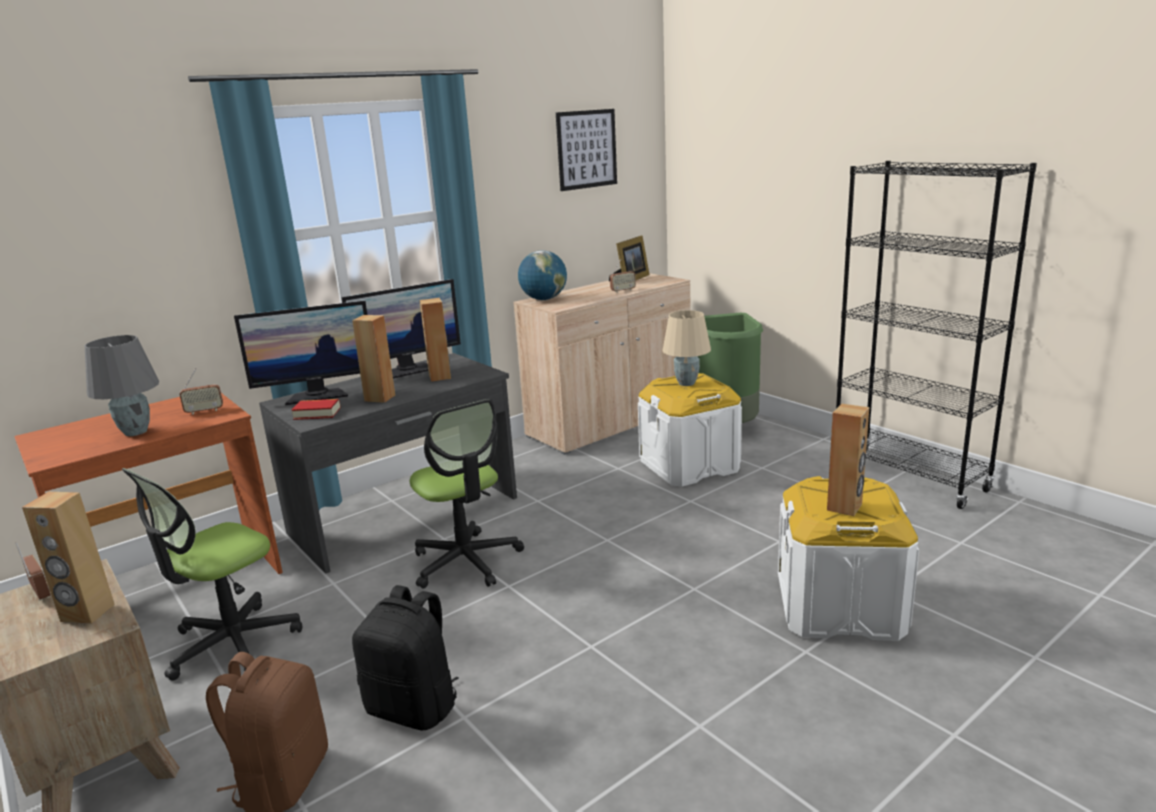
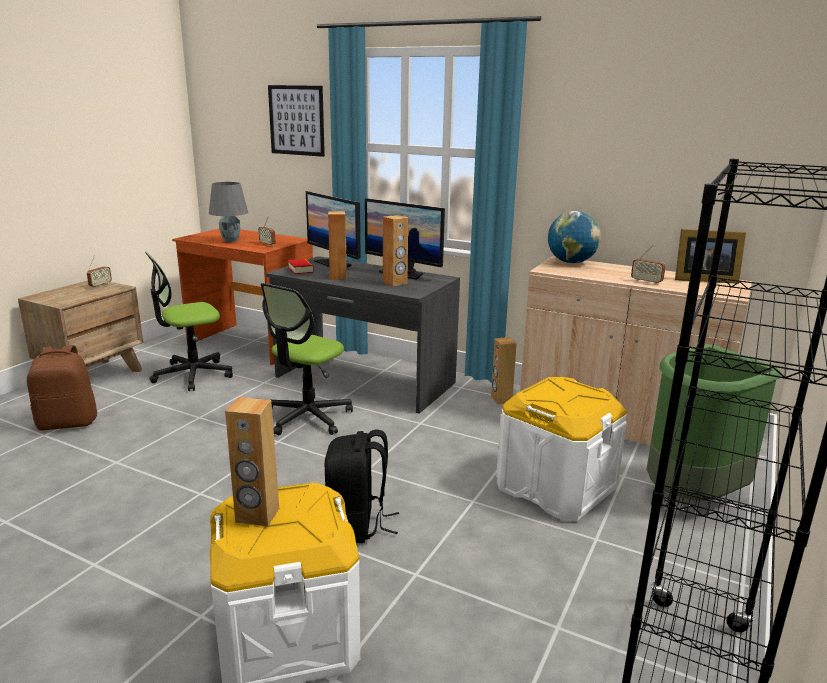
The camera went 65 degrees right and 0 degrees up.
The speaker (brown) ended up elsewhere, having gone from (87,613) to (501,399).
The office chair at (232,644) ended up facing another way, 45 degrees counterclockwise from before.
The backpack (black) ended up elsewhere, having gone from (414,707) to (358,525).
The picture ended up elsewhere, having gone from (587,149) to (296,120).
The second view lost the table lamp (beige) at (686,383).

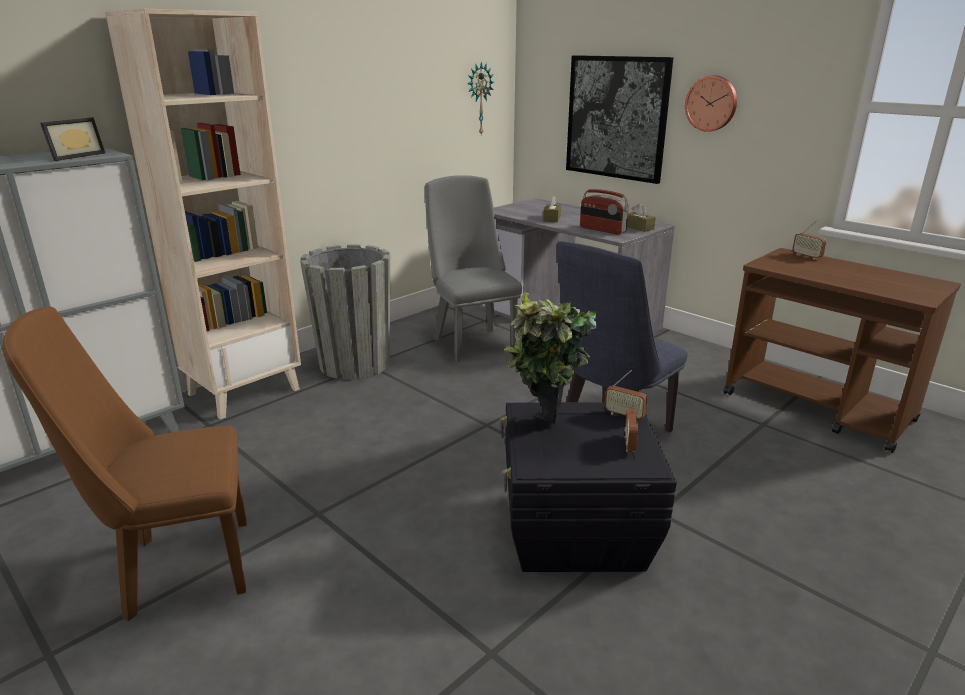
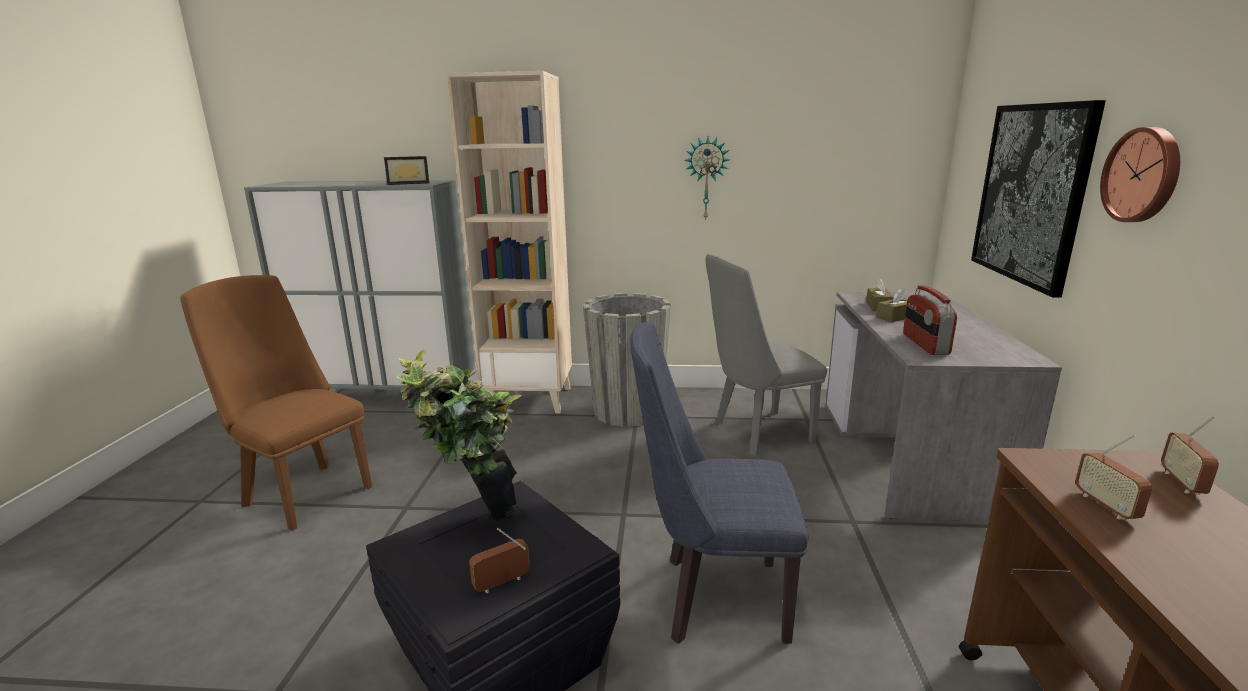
The camera went 50 degrees right and 5 degrees down.
The chair (grey) at (472,341) ended up facing another way, 135 degrees counterclockwise from before.
The wall clock ended up elsewhere, having gone from (479,99) to (706,178).
The radio ended up elsewhere, having gone from (624,415) to (1106,506).
The tissue box (brown) ended up elsewhere, having gone from (638,227) to (878,306).

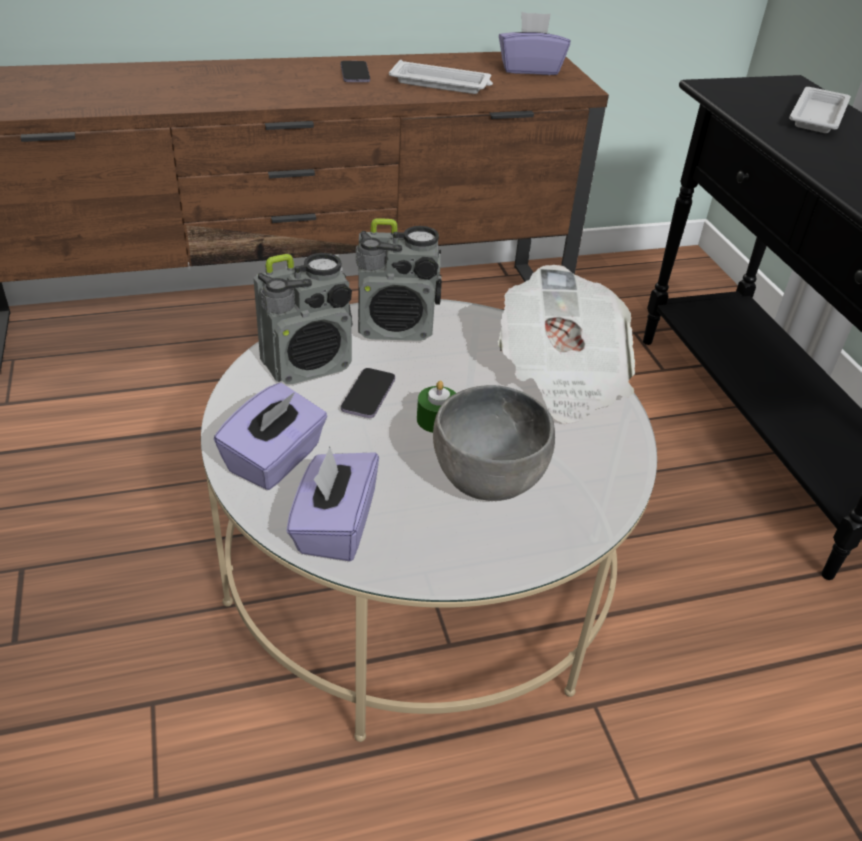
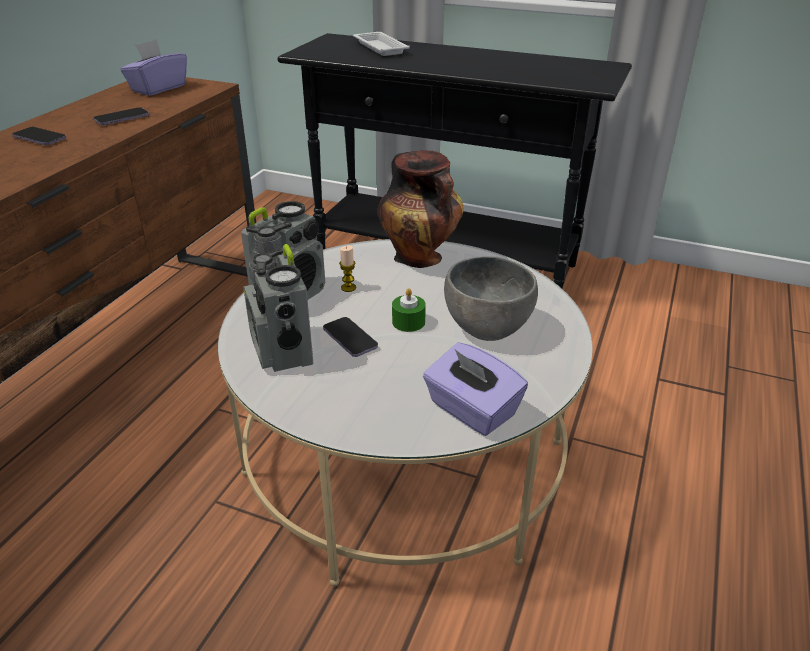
The camera went 50 degrees left and 5 degrees down.
The second view lost the tissue box (purple) at (275,460).
The radio at (308,364) ended up facing another way, 150 degrees clockwise from before.
Where the tray (white) stood at (442,84), the phone came to stand at (122,118).
Where the newspaper stood at (562,376), the vase came to stand at (420,259).
The second view gained the candle at (348,288).

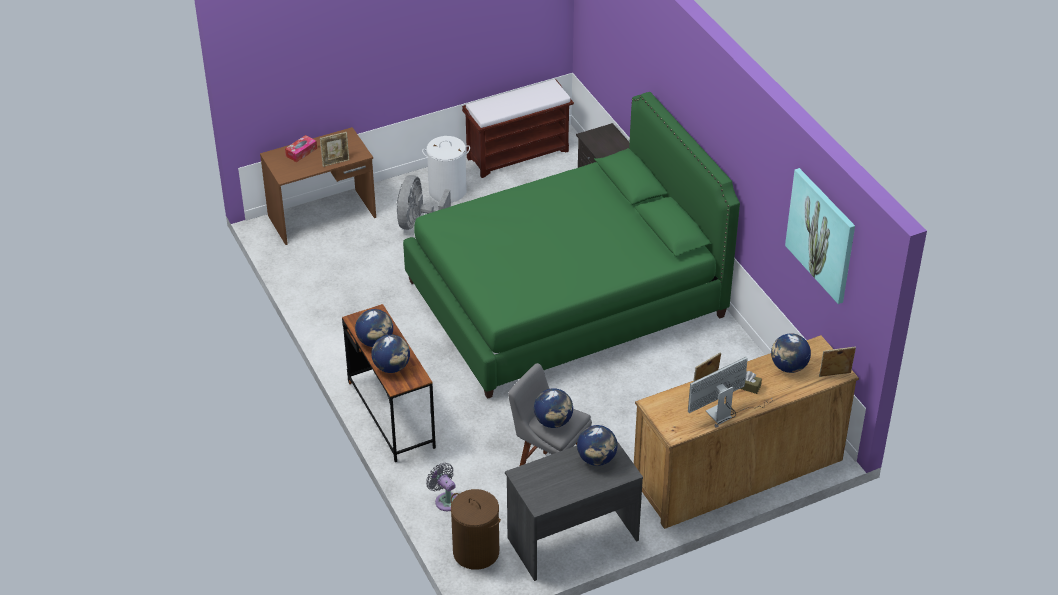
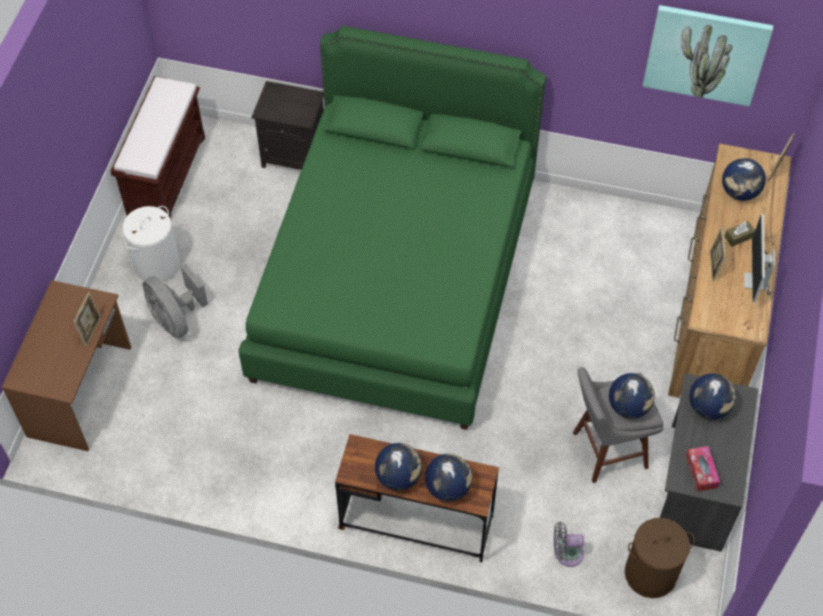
The camera went 50 degrees left and 15 degrees up.
The tissue box ended up elsewhere, having gone from (301,152) to (701,471).

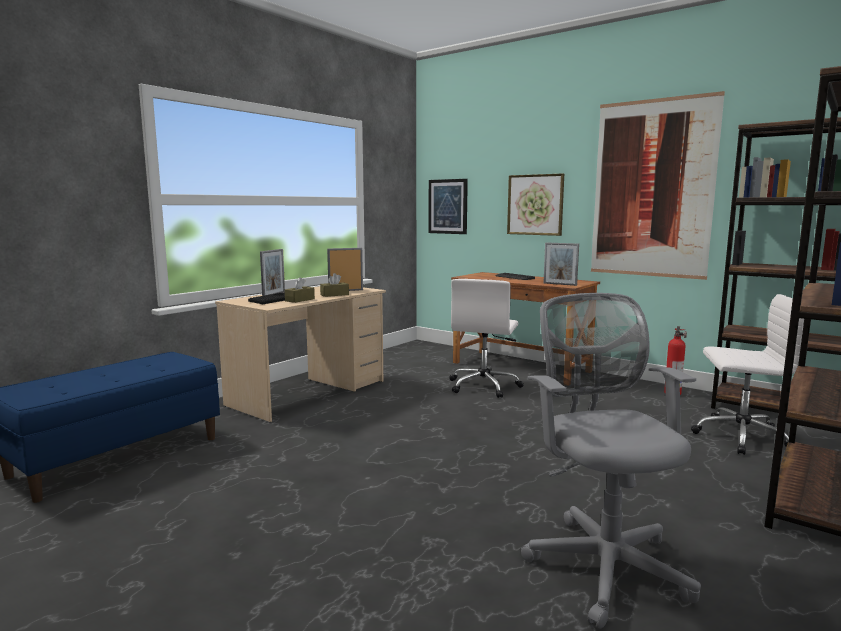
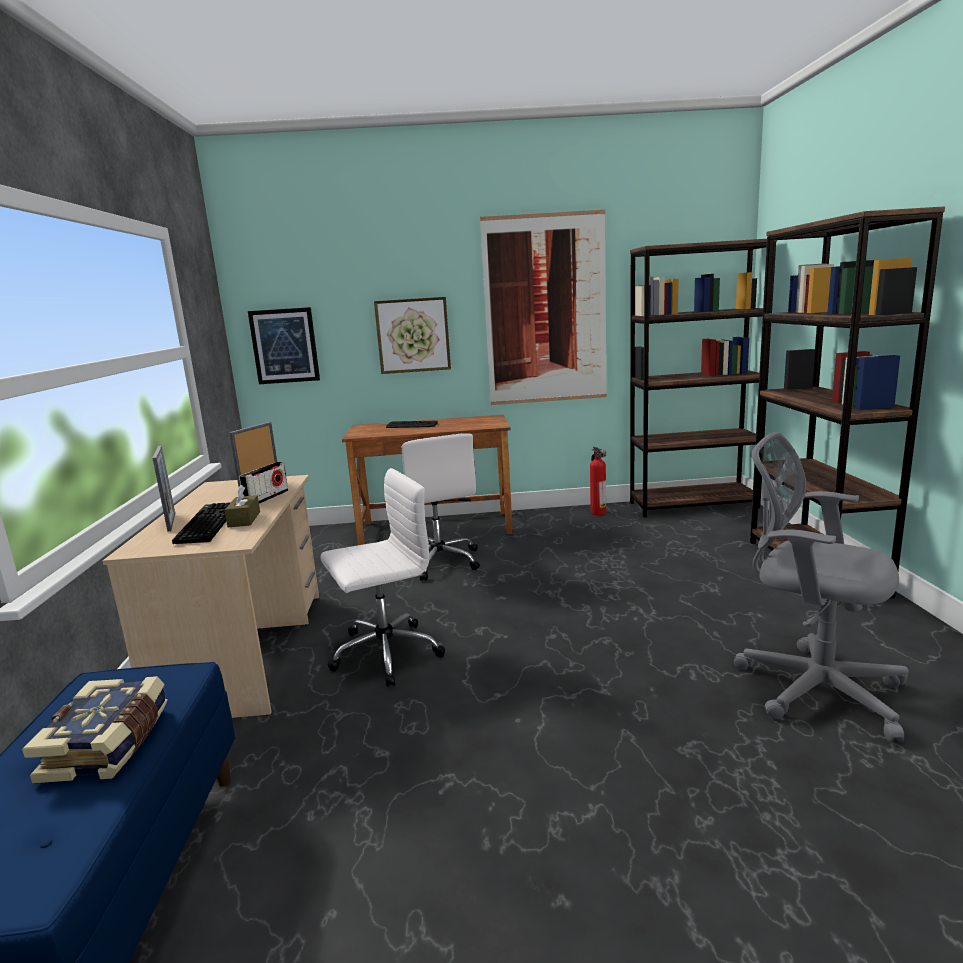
The camera went 40 degrees left and 5 degrees up.
Where the tissue box (brown) stood at (334,295), the radio came to stand at (266,498).
The second view lost the picture frame at (560,284).
The office chair (white) ended up elsewhere, having gone from (739,436) to (384,653).
The second view gained the book at (109,744).

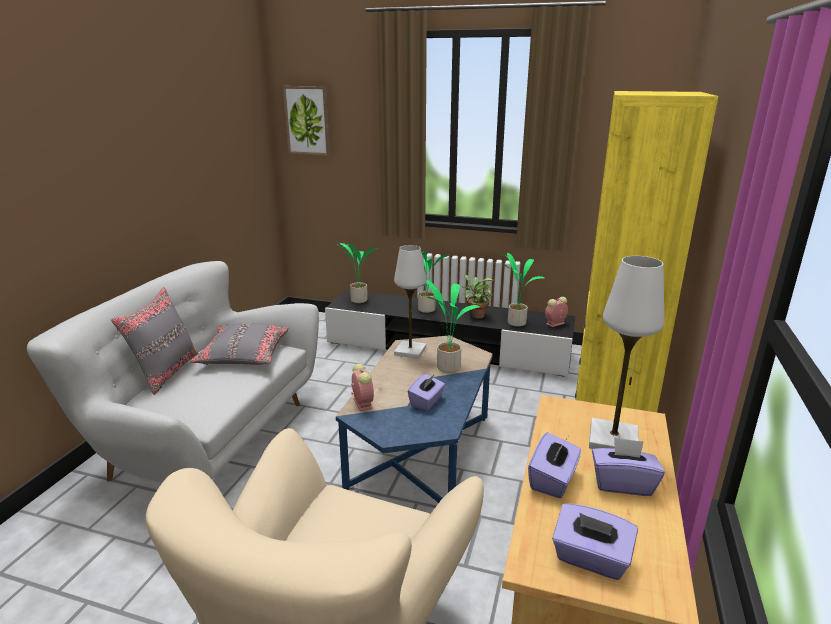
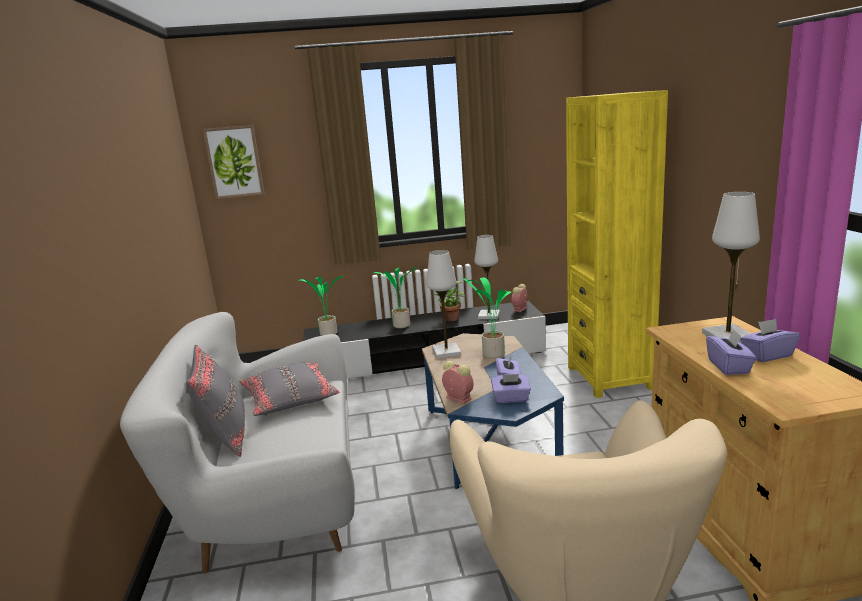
The camera went 25 degrees left and 5 degrees down.
Where the potted plant stood at (516,322), the table lamp (white) came to stand at (489,316).
The tissue box (purple) ended up elsewhere, having gone from (590,559) to (511,398).

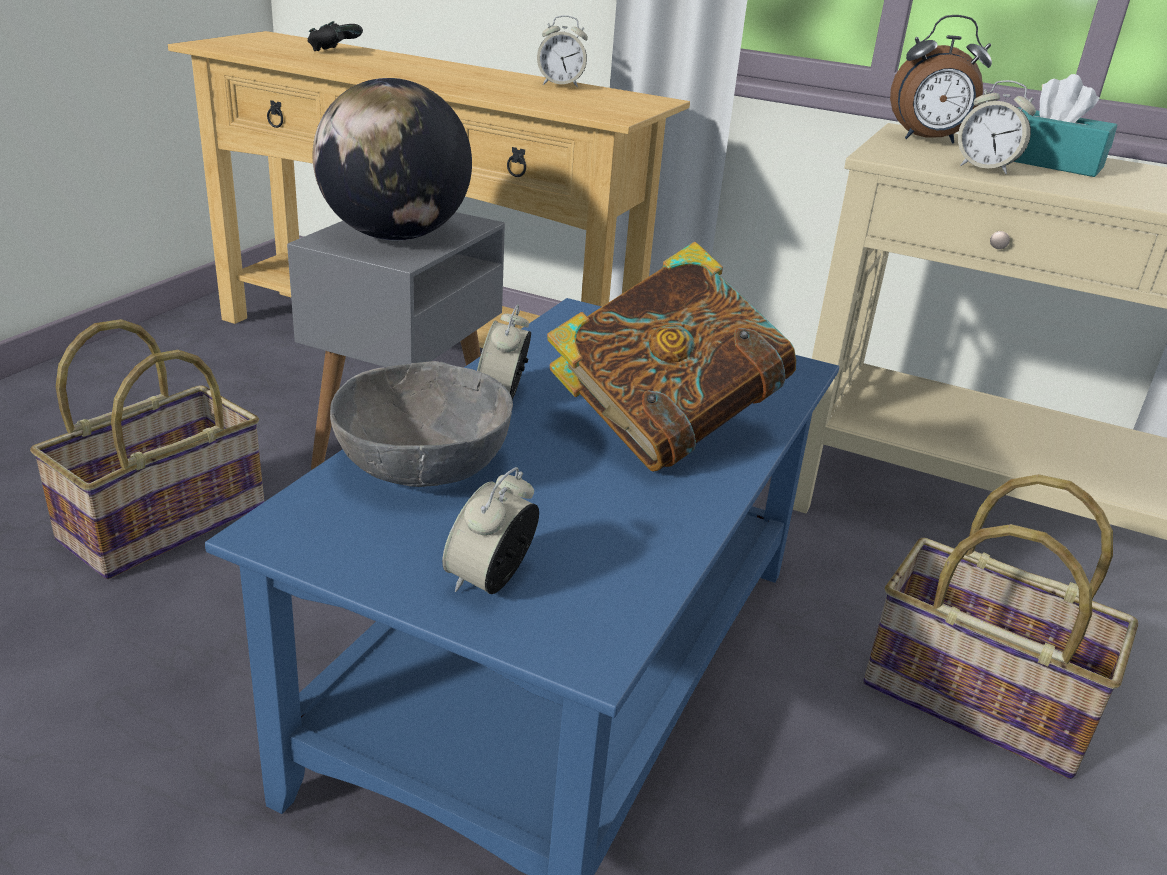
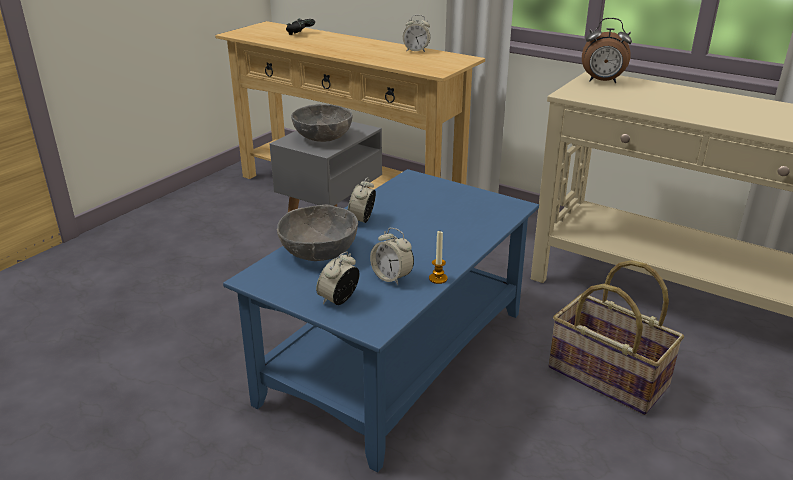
The camera went 10 degrees right and 0 degrees up.
The second view lost the basket at (163,521).
Where the globe stood at (394,236), the bowl (grey) came to stand at (323,138).
The second view lost the book at (664,429).
The alarm clock ended up elsewhere, having gone from (985,168) to (392,277).
The second view lost the tissue box (turquoise) at (1047,162).
The second view gained the candle at (438,278).

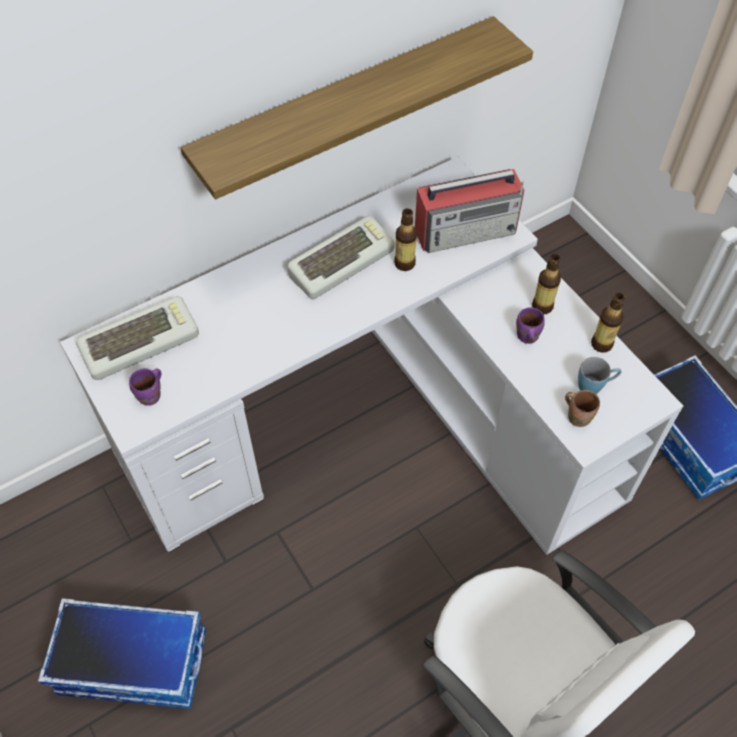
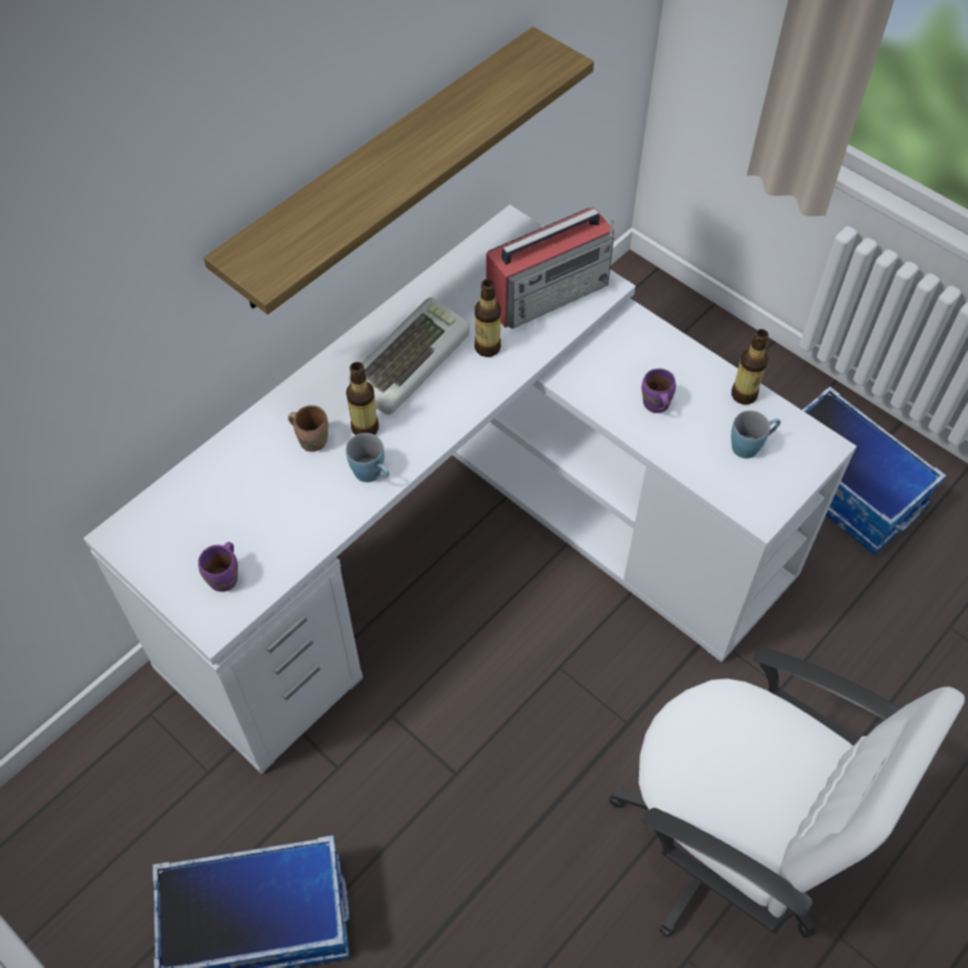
The camera went 15 degrees left and 0 degrees up.
The second view lost the keyboard at (140,341).
The bottle ended up elsewhere, having gone from (542,306) to (365,428).
The mug (brown) ended up elsewhere, having gone from (578,416) to (312,439).
The second view gained the mug (blue) at (373,475).

